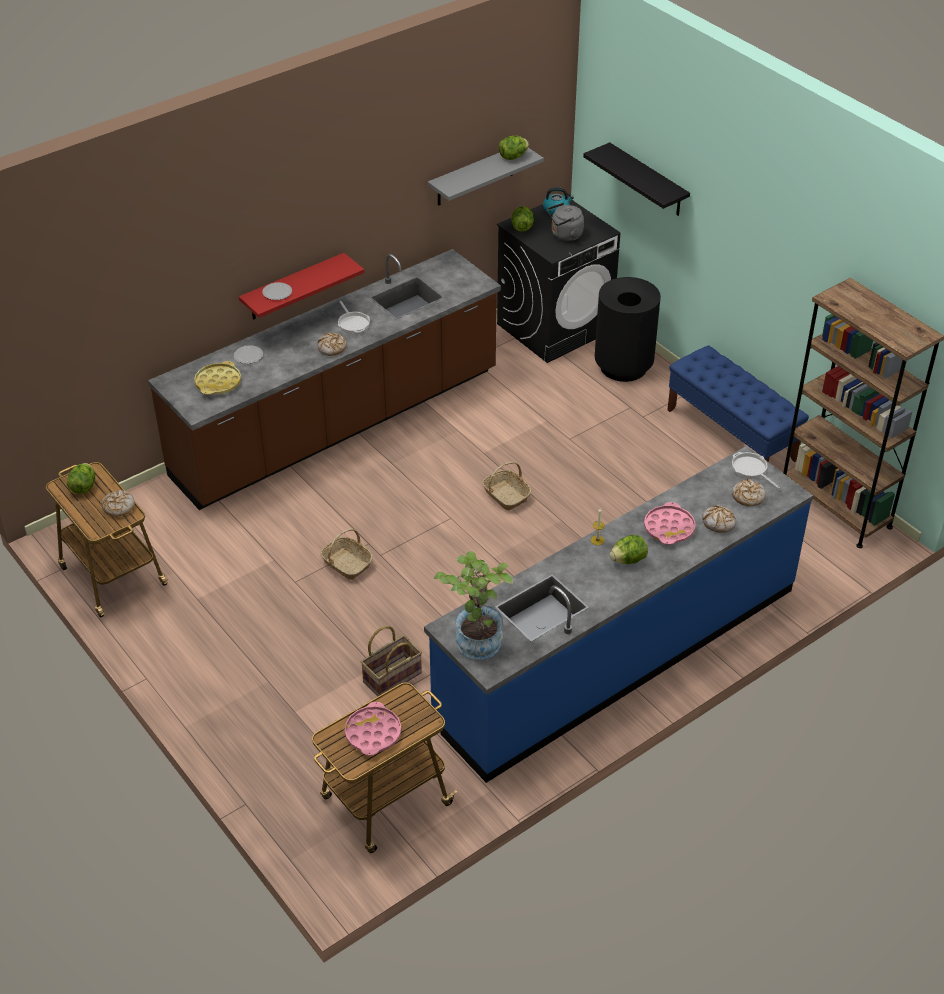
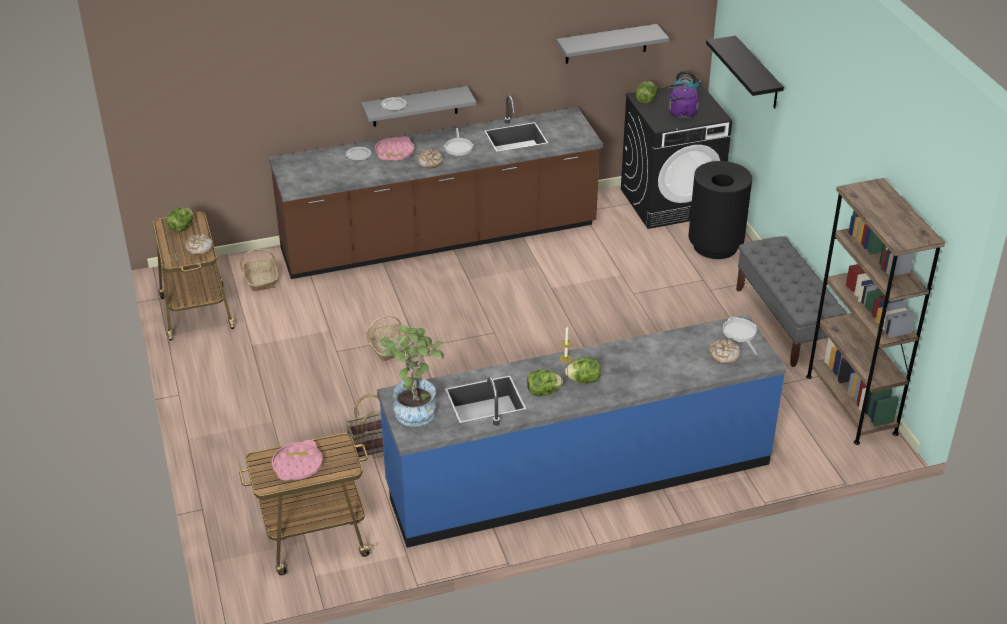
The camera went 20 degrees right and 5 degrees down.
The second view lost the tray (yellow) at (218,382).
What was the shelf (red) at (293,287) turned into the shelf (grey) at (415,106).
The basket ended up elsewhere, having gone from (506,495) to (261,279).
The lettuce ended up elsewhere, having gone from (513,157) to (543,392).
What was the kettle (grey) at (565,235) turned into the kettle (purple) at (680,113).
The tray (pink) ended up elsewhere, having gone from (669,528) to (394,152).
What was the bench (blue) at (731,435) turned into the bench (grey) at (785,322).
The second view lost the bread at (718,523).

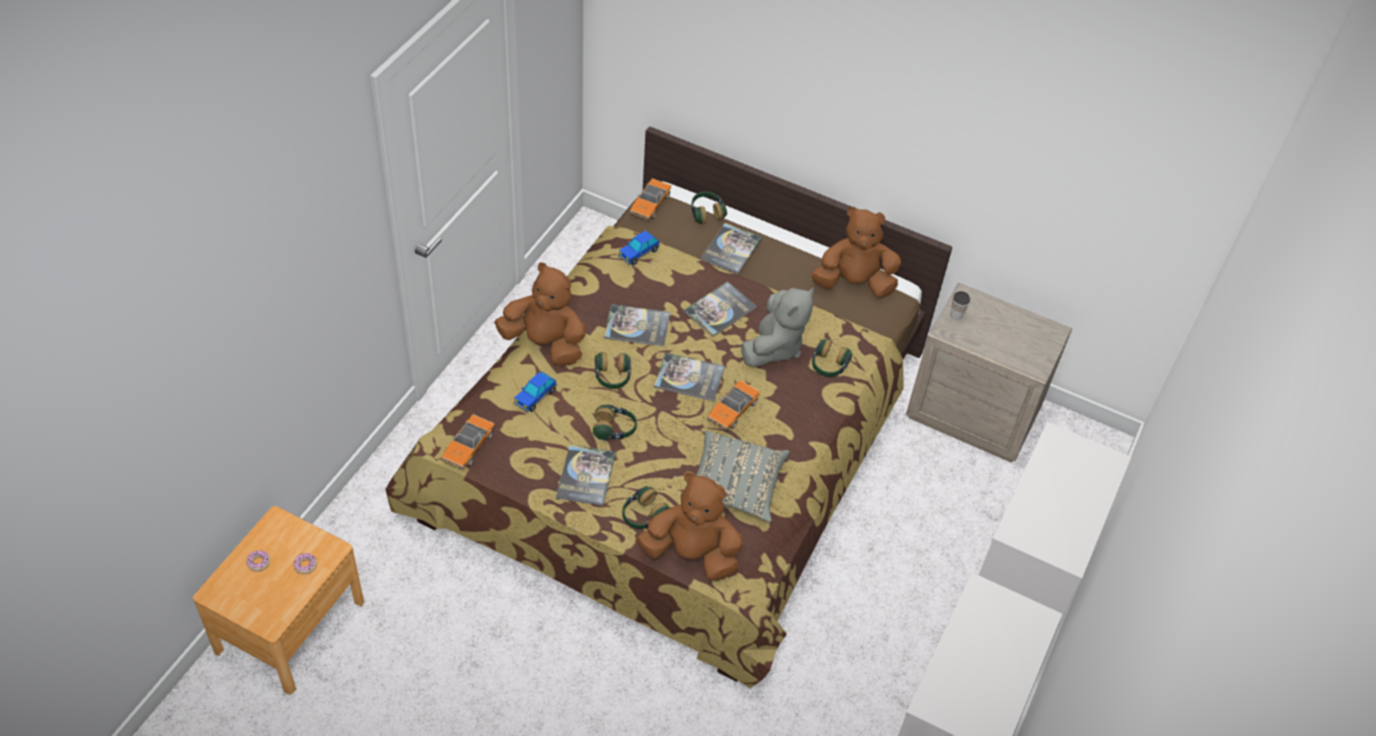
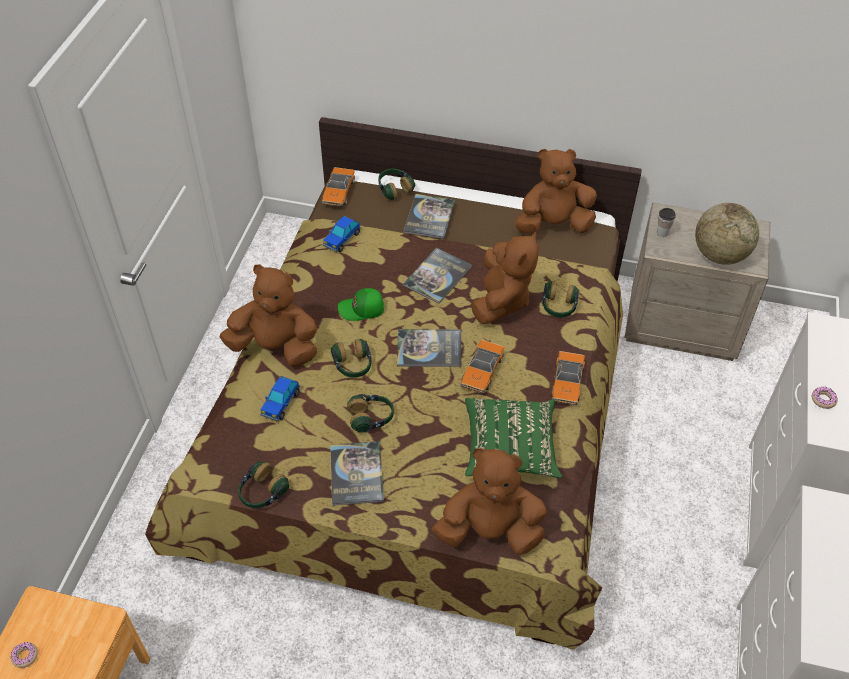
The camera went 10 degrees left and 0 degrees up.
The donut ended up elsewhere, having gone from (305,565) to (823,400).
The toy car ended up elsewhere, having gone from (468,447) to (567,383).
Where the book stood at (637,326), the cap (green) came to stand at (362,309).
The headphones ended up elsewhere, having gone from (643,516) to (262,493).
What was the pillow (grey) at (735,486) turned into the pillow (green) at (510,448).
What was the plush toy (grey) at (774,347) turned into the plush toy (brown) at (501,300).
The second view gained the globe at (719,255).

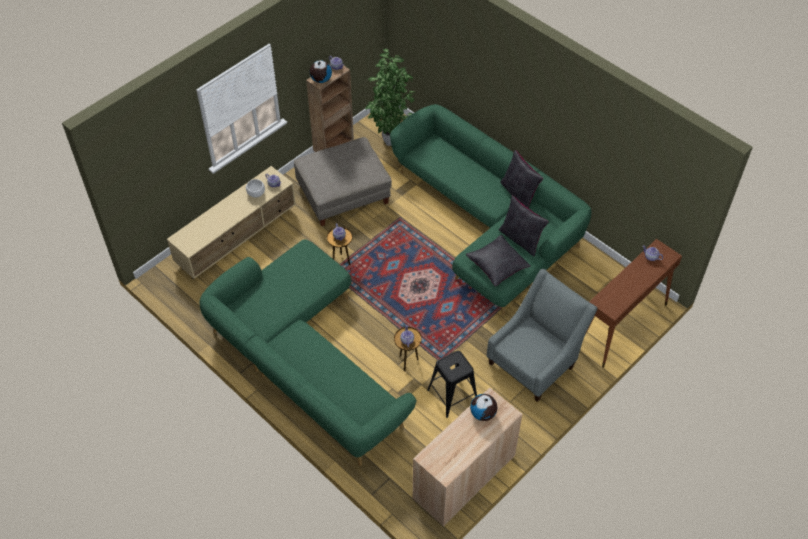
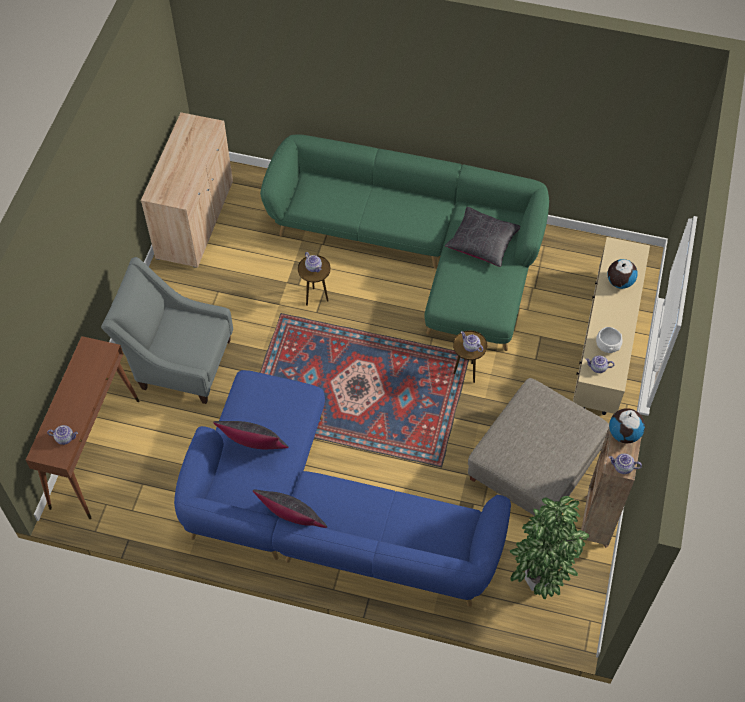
The camera went 150 degrees right and 5 degrees up.
What was the sofa (green) at (489,223) turned into the sofa (blue) at (324,516).
The second view lost the stool (black) at (452,395).
The pillow (black) ended up elsewhere, having gone from (497,265) to (482,242).
The globe ended up elsewhere, having gone from (483,414) to (619,282).
The armchair (grey) at (535,361) ended up facing another way, 90 degrees clockwise from before.

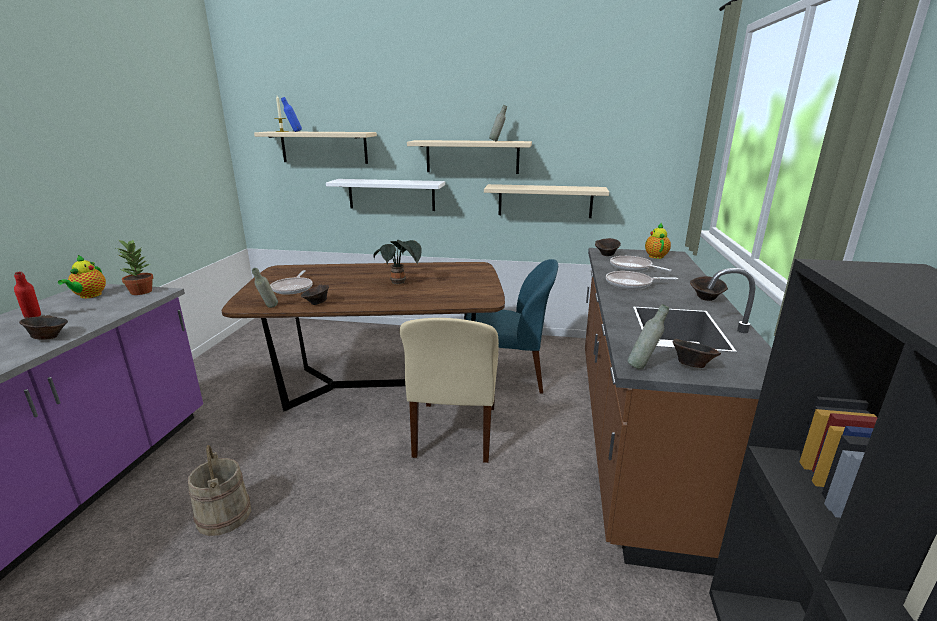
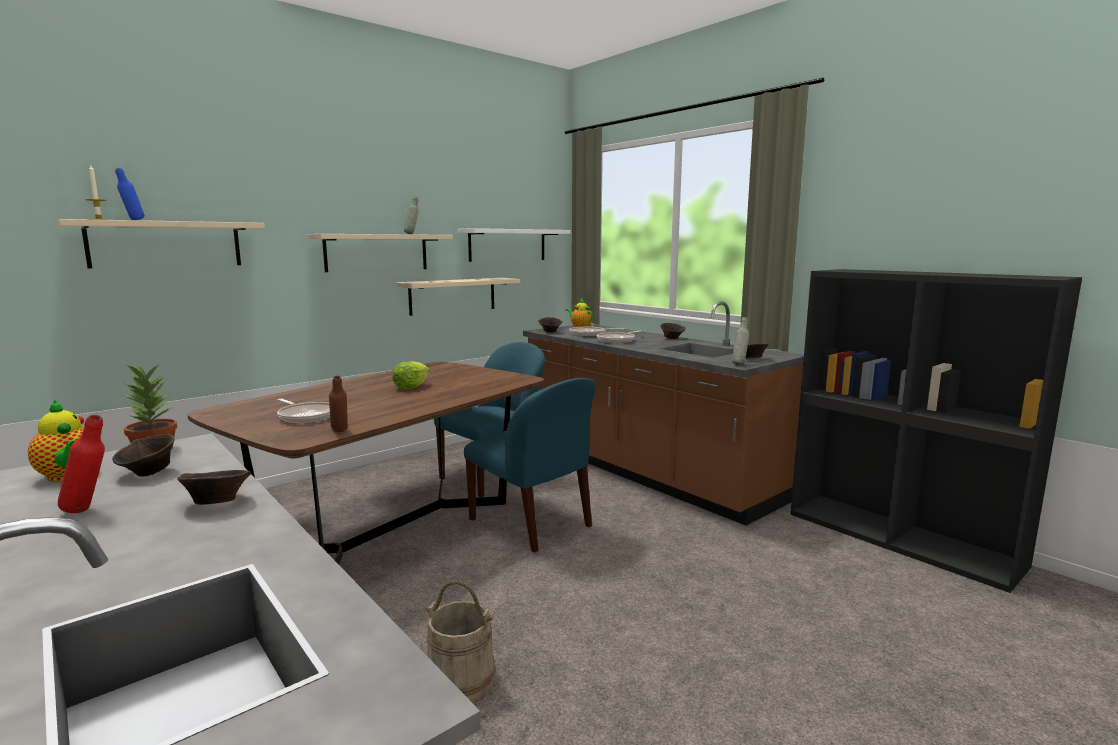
The camera went 50 degrees left and 10 degrees down.
What was the bottle (grey) at (268,308) turned into the bottle (brown) at (340,432).
The bowl (brown) ended up elsewhere, having gone from (317,303) to (148,473).
The shelf (white) ended up elsewhere, having gone from (391,194) to (507,245).
Where the potted plant stood at (399,283), the lettuce came to stand at (411,387).
What was the chair (beige) at (455,433) turned into the chair (blue) at (532,524).

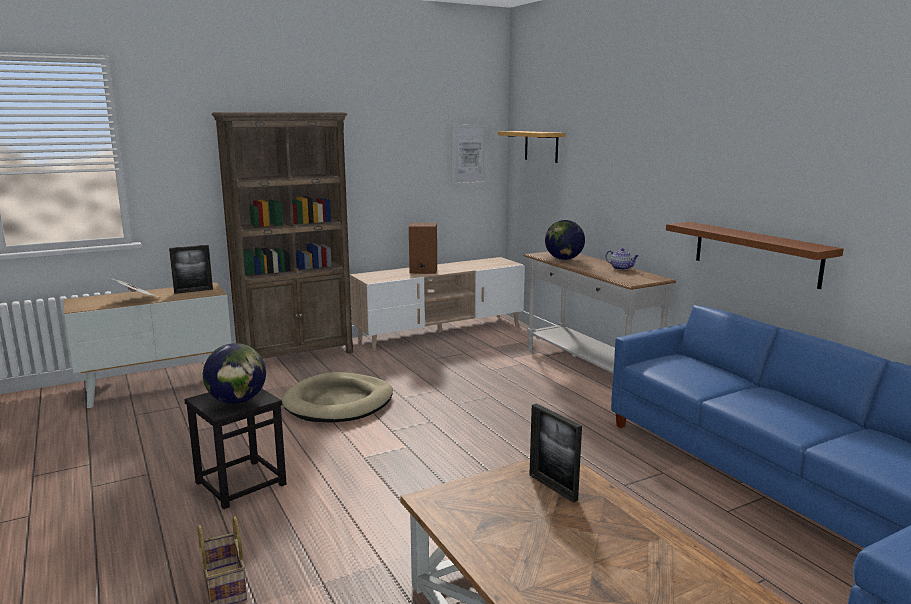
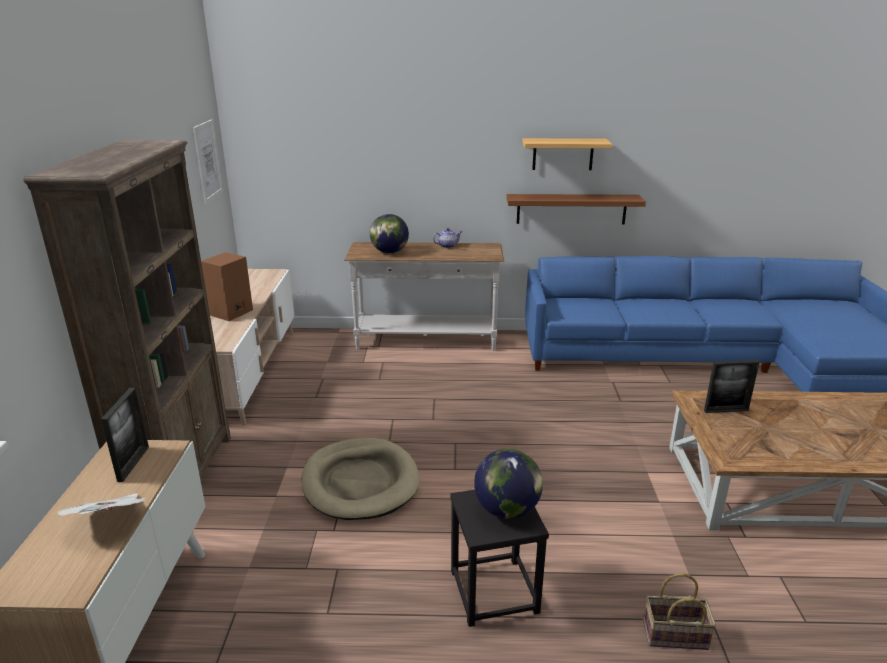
The camera went 60 degrees left and 10 degrees up.
The shelf ended up elsewhere, having gone from (541,146) to (563,154).

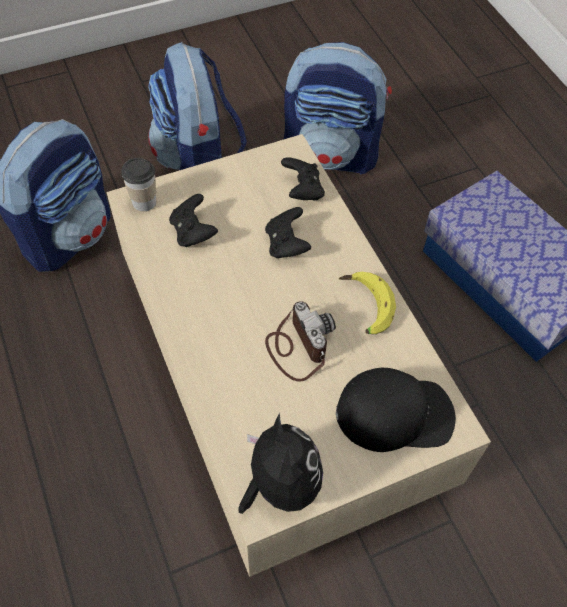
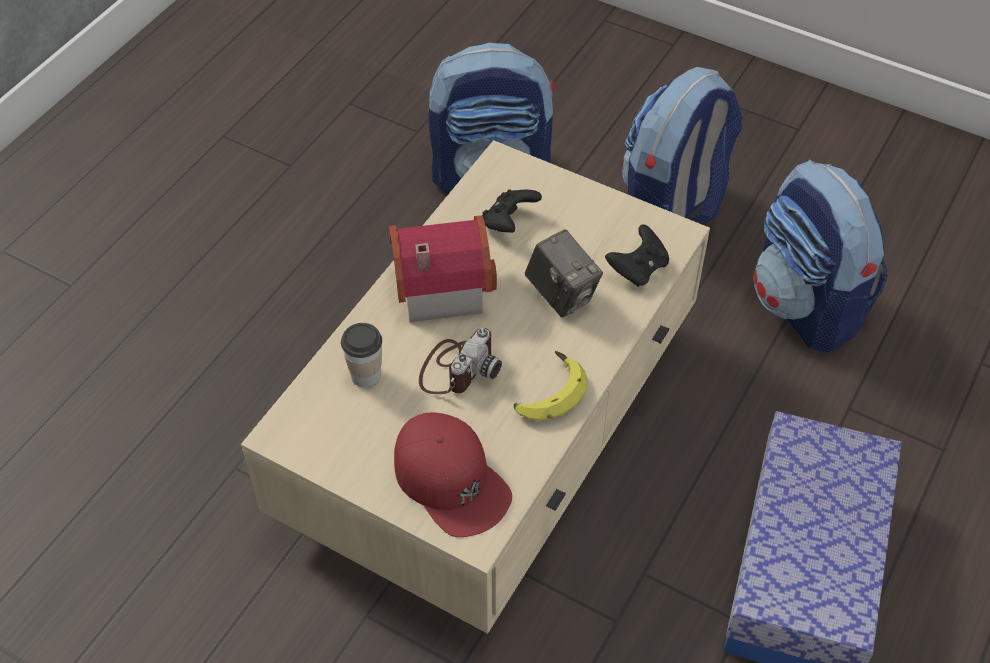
The camera went 55 degrees right and 5 degrees down.
The cup ended up elsewhere, having gone from (144,202) to (366,374).
The second view lost the plush toy at (280,484).
Where the game controller (black) stood at (286,244), the photo camera came to stand at (561,294).
What was the cap (black) at (395,413) turned into the cap (red) at (451,480).
The second view gained the toy house at (438,284).

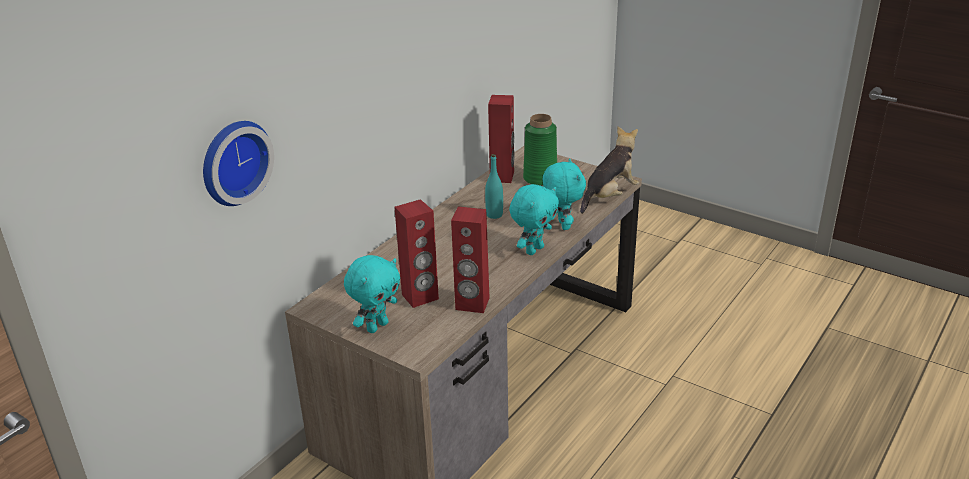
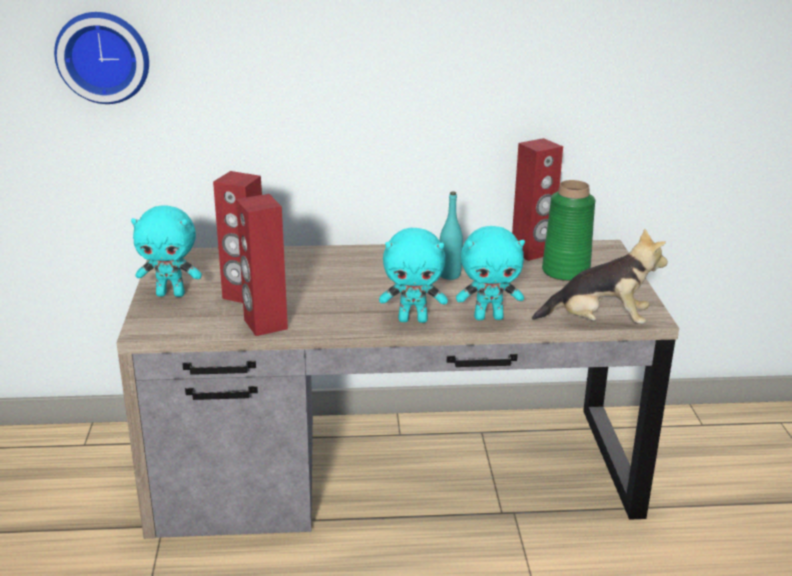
The camera went 50 degrees right and 5 degrees down.
The plush toy (turquoise) at (562,225) ended up facing another way, 45 degrees clockwise from before.

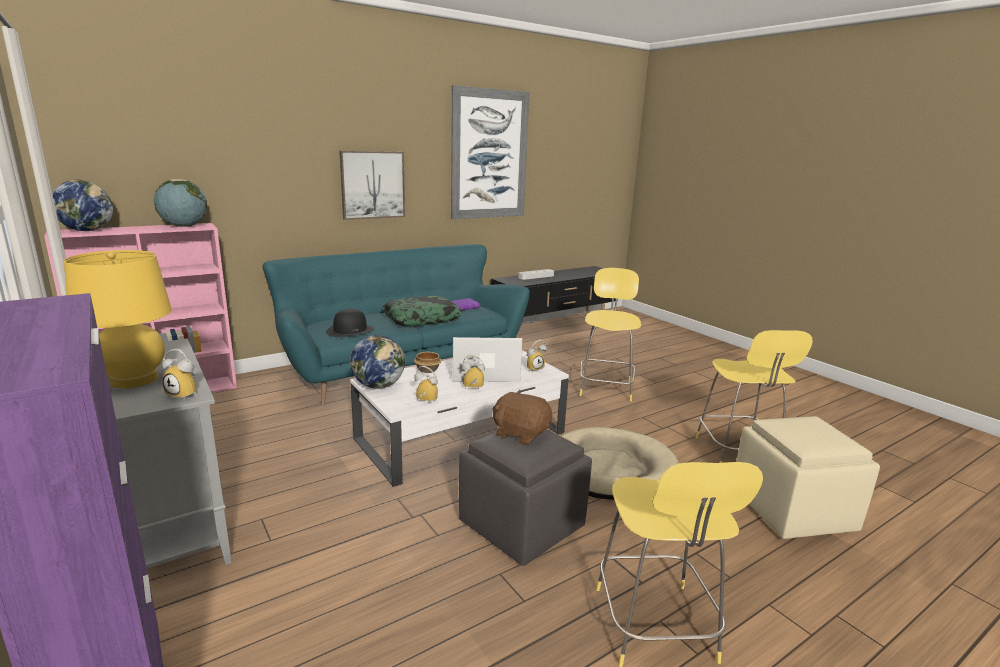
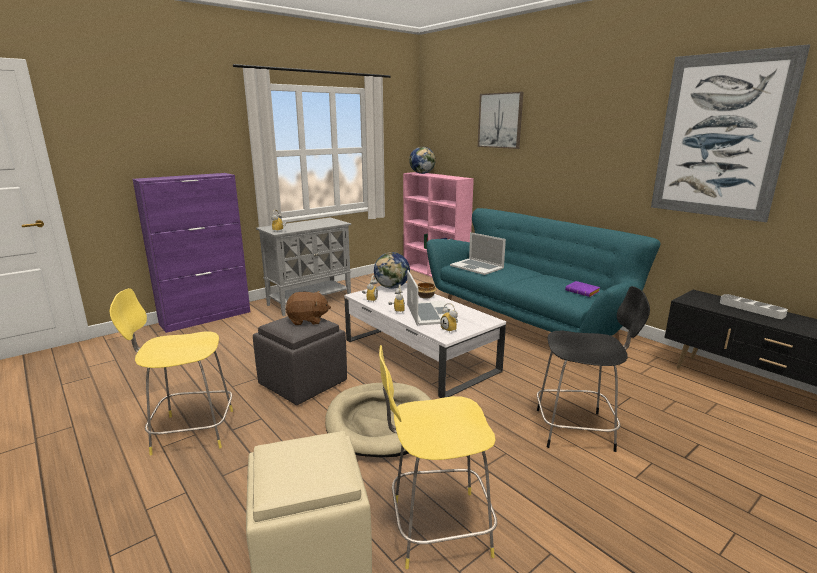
The camera went 85 degrees right and 0 degrees up.
The second view lost the table lamp (yellow) at (134,380).
The second view lost the globe at (184,226).
Where the hat (black) stood at (350,330), the laptop came to stand at (477,267).
The picture ended up elsewhere, having gone from (372,185) to (500,120).
The second view lost the pillow at (422,319).
The plush toy (brown) at (520,434) ended up facing another way, 60 degrees clockwise from before.
What was the stool (yellow) at (606,387) turned into the stool (black) at (577,429).

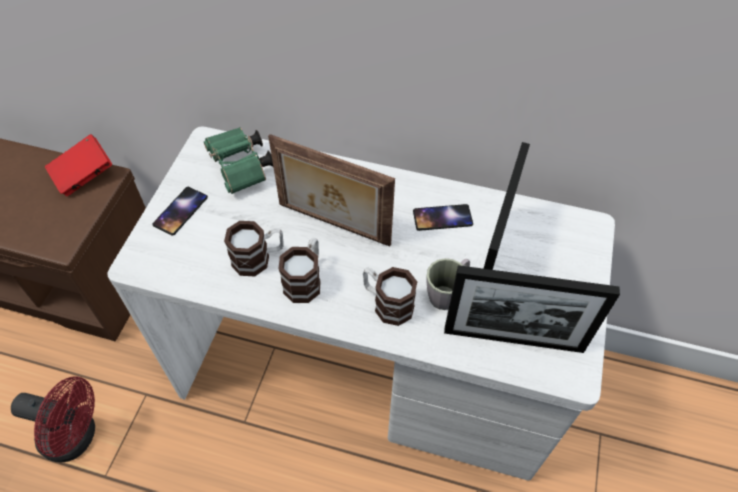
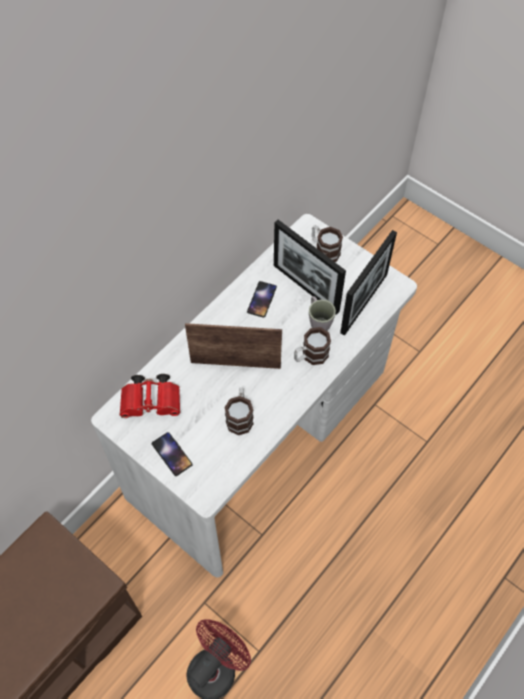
The camera went 65 degrees left and 5 degrees up.
The second view lost the book (red) at (83,175).
What was the binoculars (green) at (241,169) turned into the binoculars (red) at (153,402).
The picture frame at (333,226) ended up facing another way, 135 degrees counterclockwise from before.
The mug ended up elsewhere, having gone from (305,280) to (324,250).

